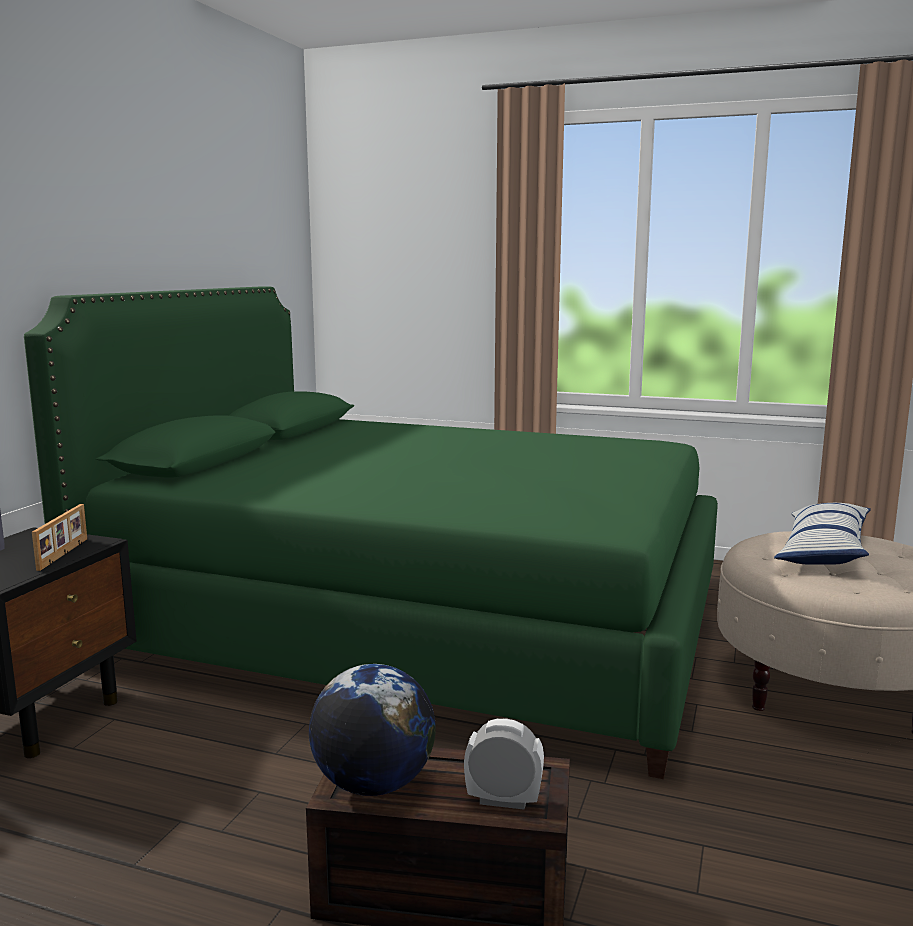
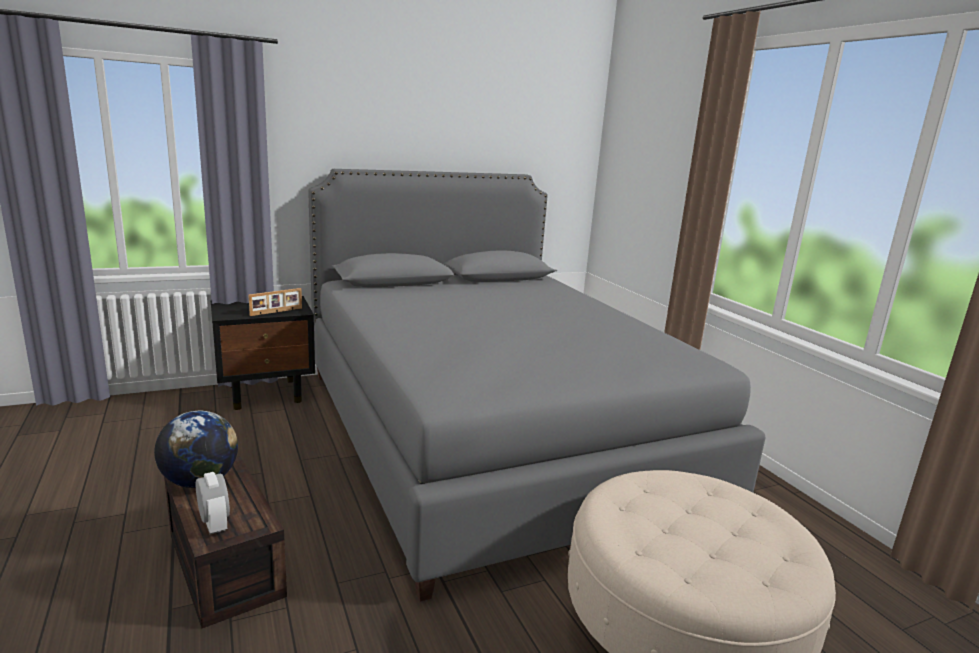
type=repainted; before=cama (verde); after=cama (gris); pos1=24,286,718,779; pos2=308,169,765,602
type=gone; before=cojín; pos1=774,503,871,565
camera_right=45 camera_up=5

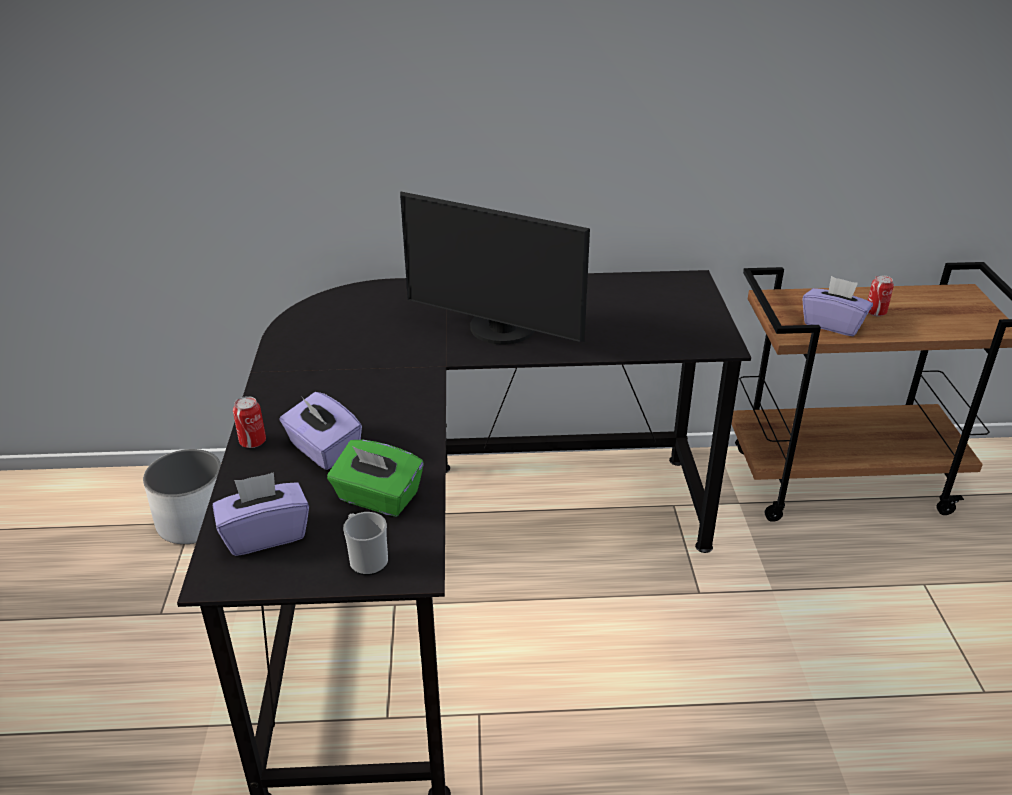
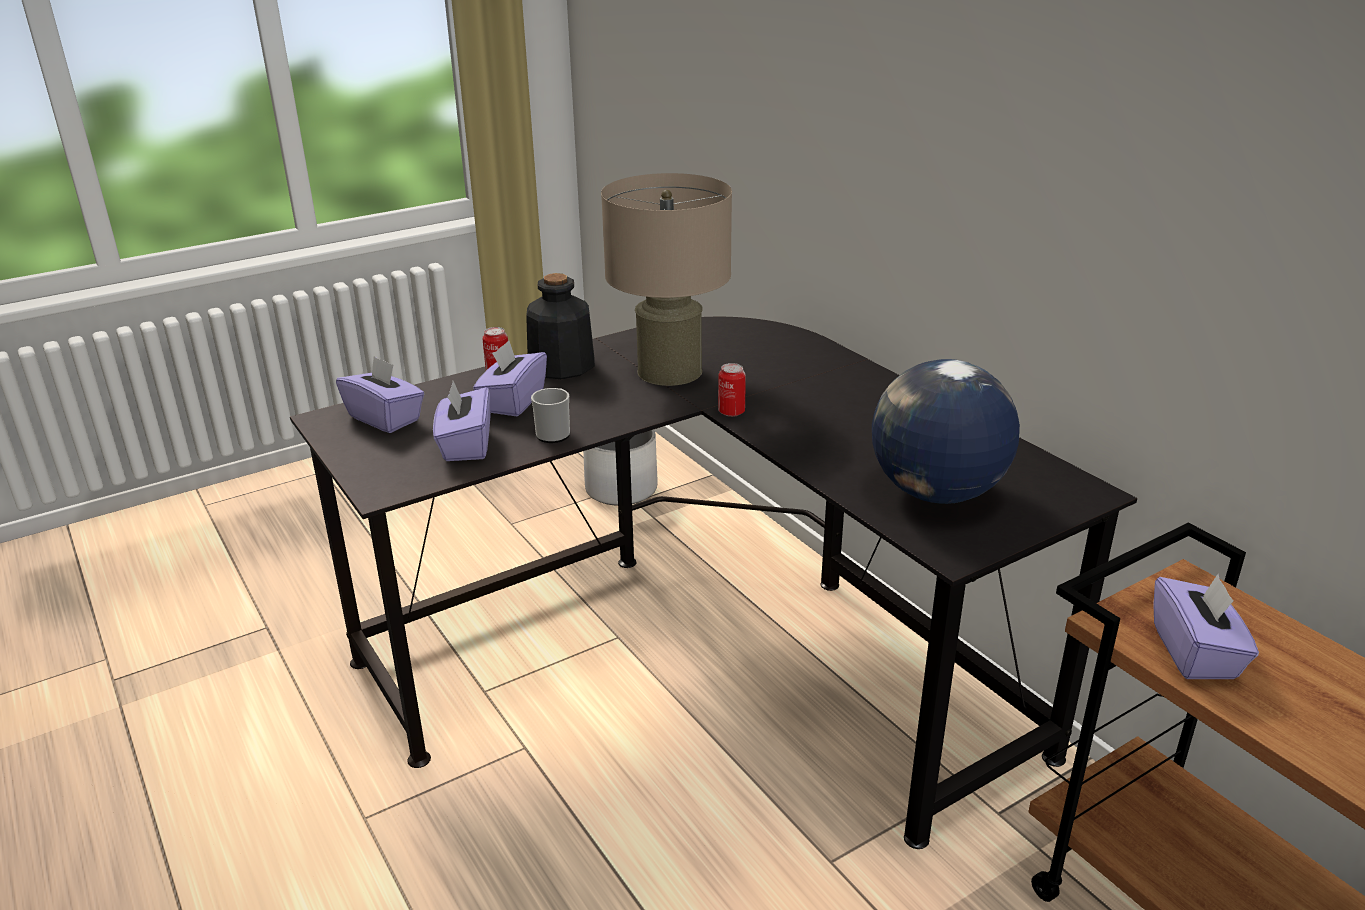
type=repainted; before=caja de pañuelos (verde); after=caja de pañuelos (morado); pos1=327,440,424,517; pos2=433,381,491,461
type=new; after=botella; pos2=526,273,595,379
type=shifted; before=taza grande; pos1=343,512,388,575; pos2=531,388,570,443
type=new; after=lámpara de mesa (beis); pos2=601,173,732,386
type=shifted; before=lata; pos1=867,275,894,316; pos2=718,363,746,417
type=new; after=globo terráqueo; pos2=872,359,1020,504
type=gone; before=monitor; pos1=400,191,590,344
camera_right=60 camera_up=-5

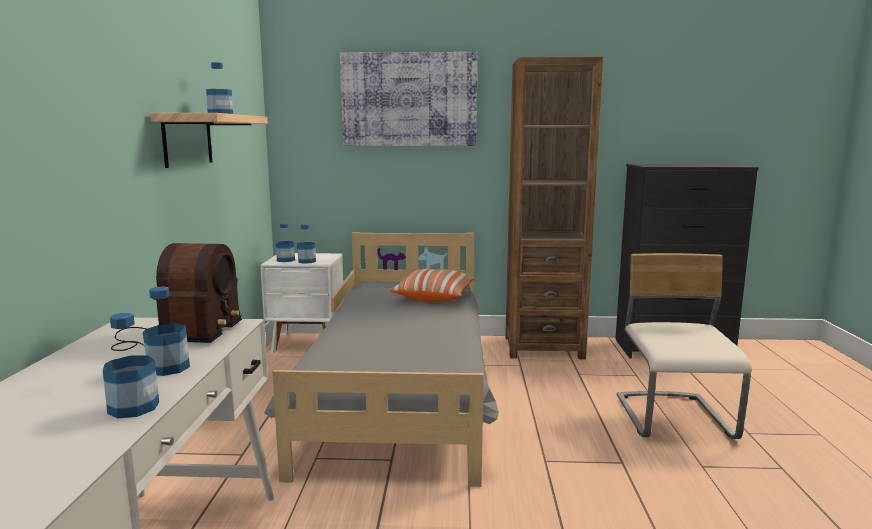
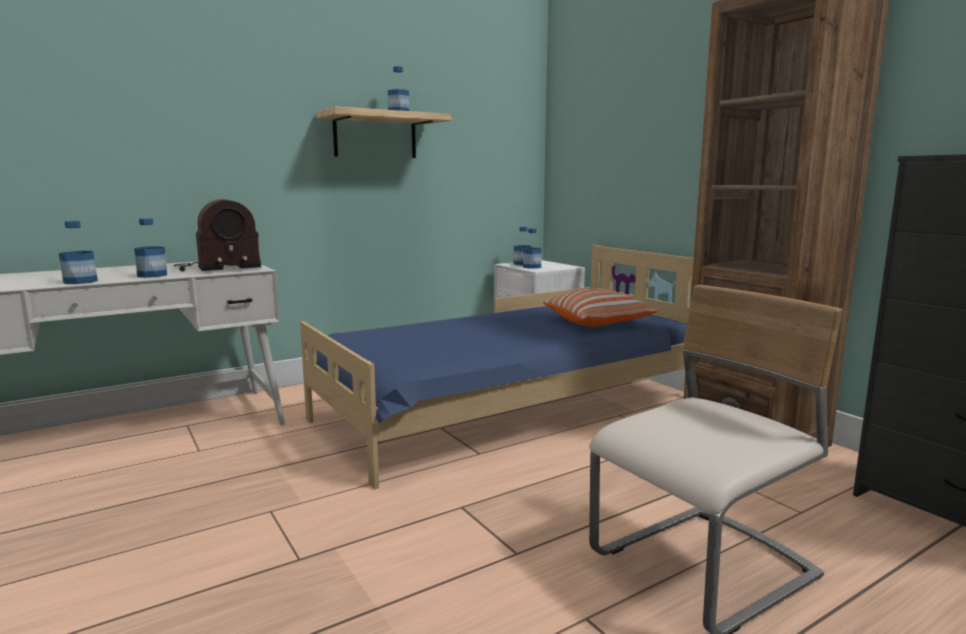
type=repainted; before=cama (gris); after=cama (azul); pos1=264,232,499,487; pos2=300,245,694,489
type=gone; before=cuadro; pos1=340,52,477,146
camera_right=55 camera_up=0

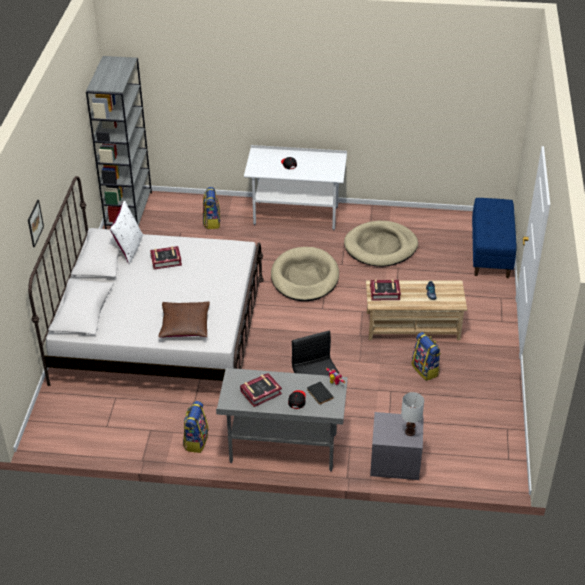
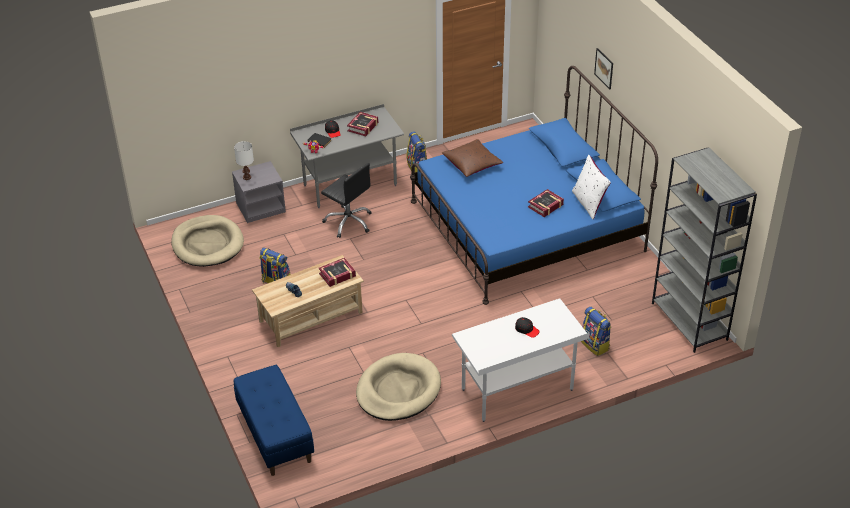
type=shifted; before=cama para perro (beis); pos1=271,247,339,301; pos2=171,215,244,267
type=repainted; before=cama (blanco); after=cama (azul); pos1=28,176,264,386; pos2=410,66,658,305
camera_right=150 camera_up=0

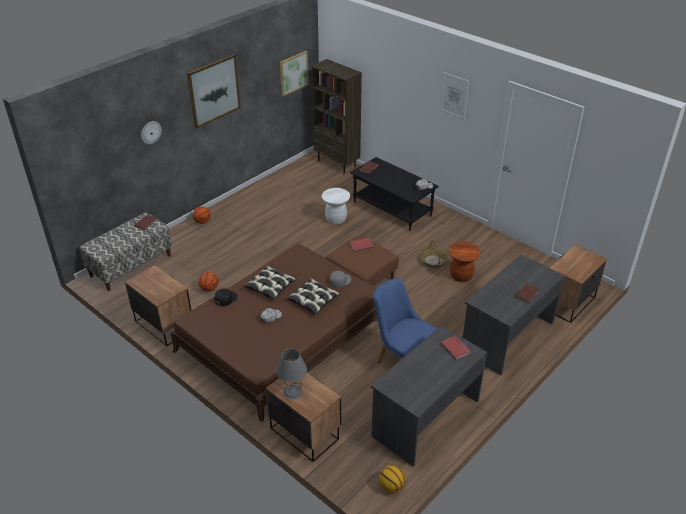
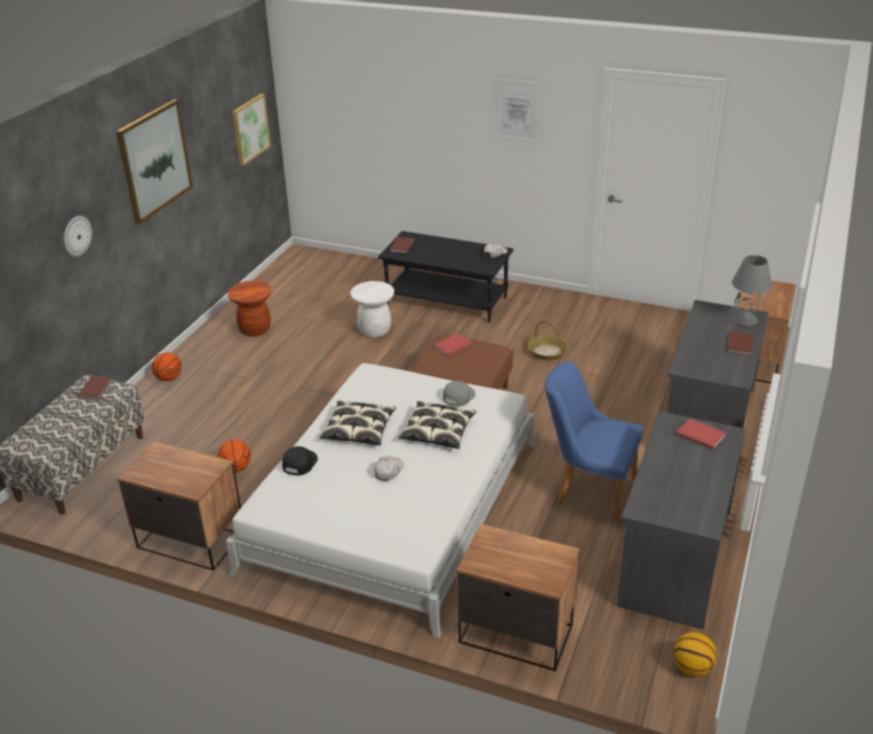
type=repainted; before=cama (marrón); after=cama (blanco); pos1=171,244,377,423; pos2=226,363,536,638
type=shifted; before=taburete (marrón); pos1=449,242,480,282; pos2=228,281,271,337
type=shifted; before=lámpara de mesa (gris); pos1=276,349,307,399; pos2=732,255,772,325
type=gone; before=estantería (marrón); pos1=311,59,362,174
camera_right=-20 camera_up=-5

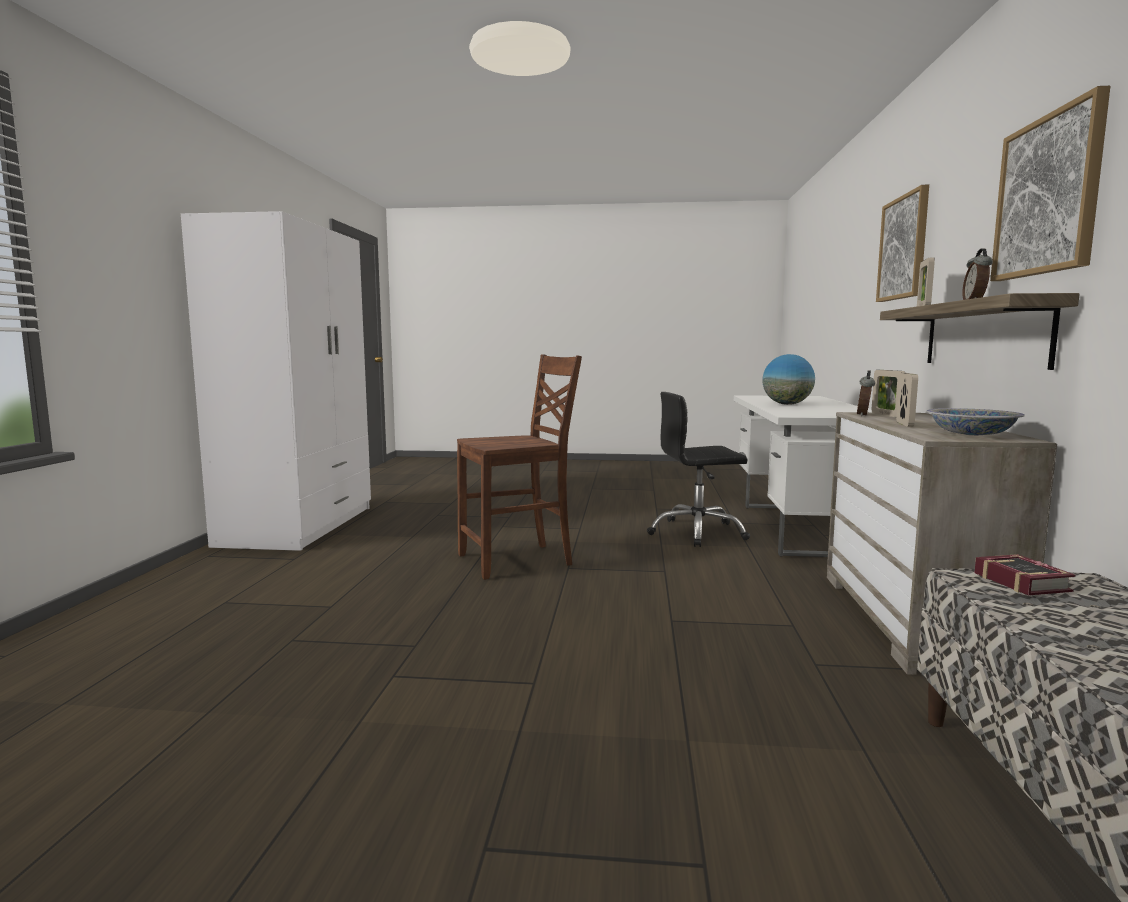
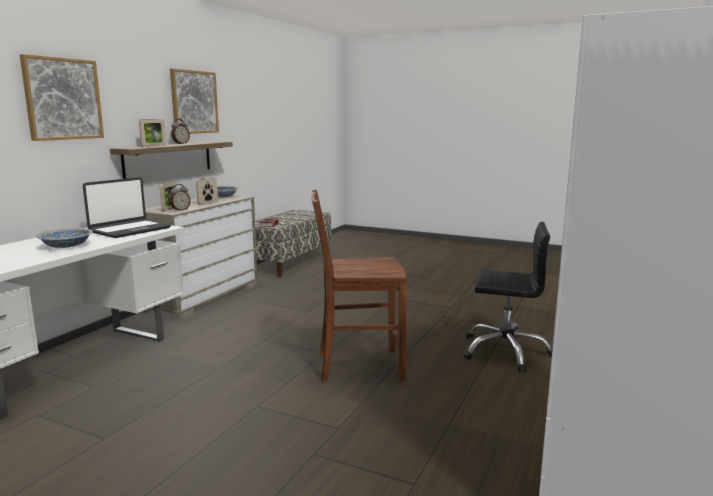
type=swapped; before=globo terráqueo; after=cuenco; pos1=763,354,815,405; pos2=36,228,93,248
type=new; after=portátil; pos2=83,177,171,238
type=shifted; before=silla de oficina (negro); pos1=647,392,750,547; pos2=464,222,552,372
camera_right=-160 camera_up=5

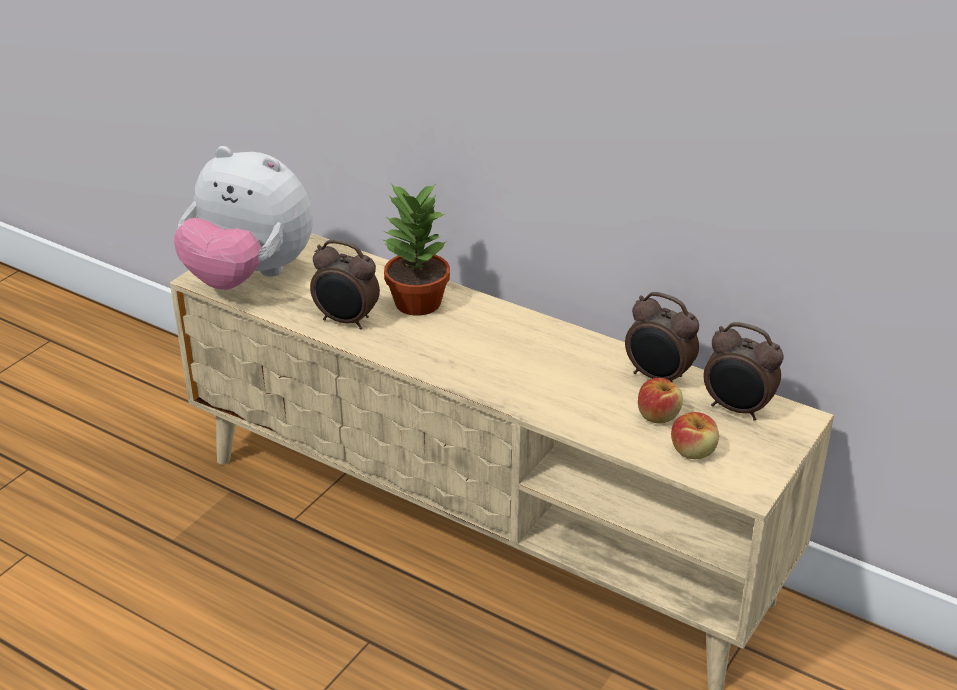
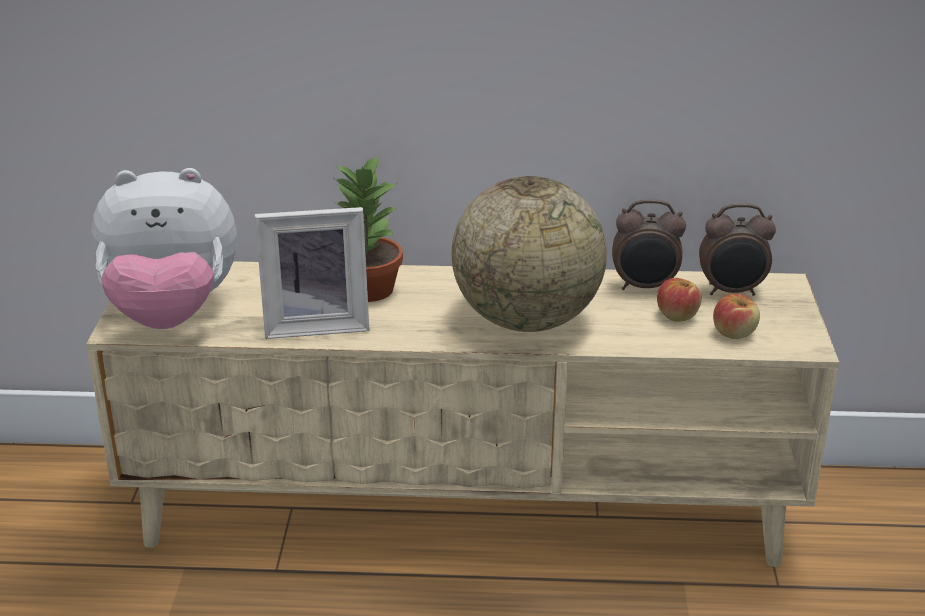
type=swapped; before=despertador; after=portarretratos; pos1=310,239,380,329; pos2=255,207,369,339
type=new; after=globo terráqueo; pos2=452,176,607,332
camera_right=-30 camera_up=-5

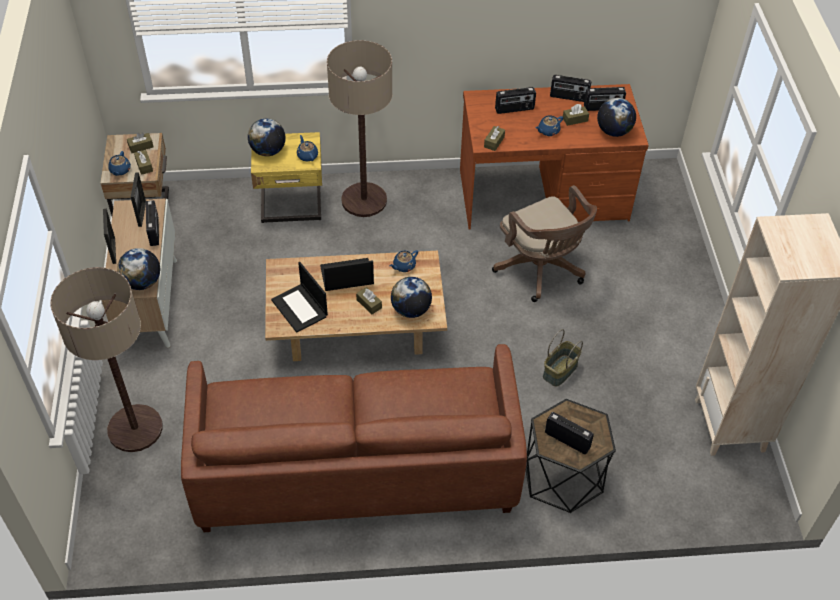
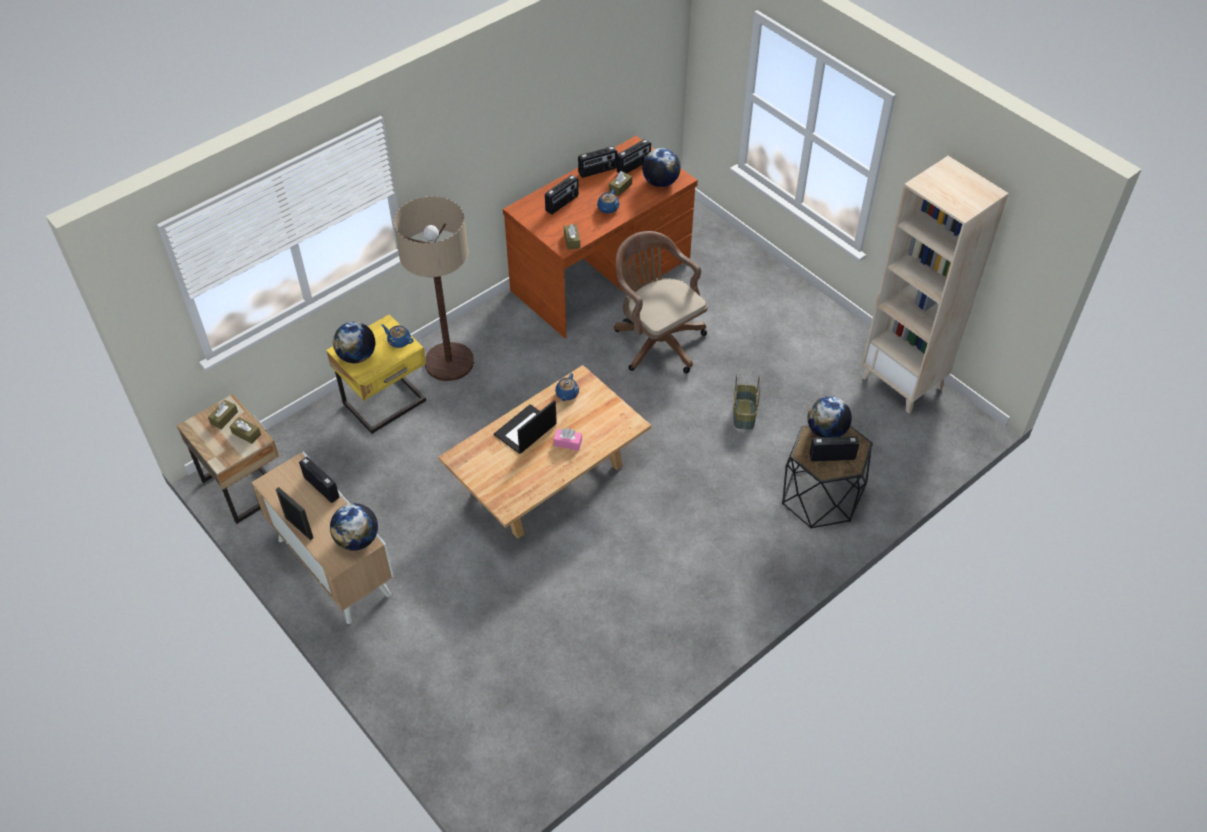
type=repainted; before=caja de pañuelos (marrón); after=caja de pañuelos (rosa); pos1=356,287,382,314; pos2=553,428,582,451
type=rotated; before=silla de oficina (marrón); pos1=492,185,597,302; pos2=614,231,708,373; turn=-150
type=shifted; before=globo terráqueo; pos1=391,277,432,318; pos2=808,396,852,438
type=gone; before=lámpara de pie; pos1=50,267,163,452
type=gone; before=tetera (azul); pos1=108,151,131,176
type=gone; before=portarretratos; pos1=131,172,146,227
type=gone; before=sofá (marrón); pos1=181,344,527,532
type=gone; before=portátil; pos1=271,262,328,333
camera_right=-35 camera_up=0

